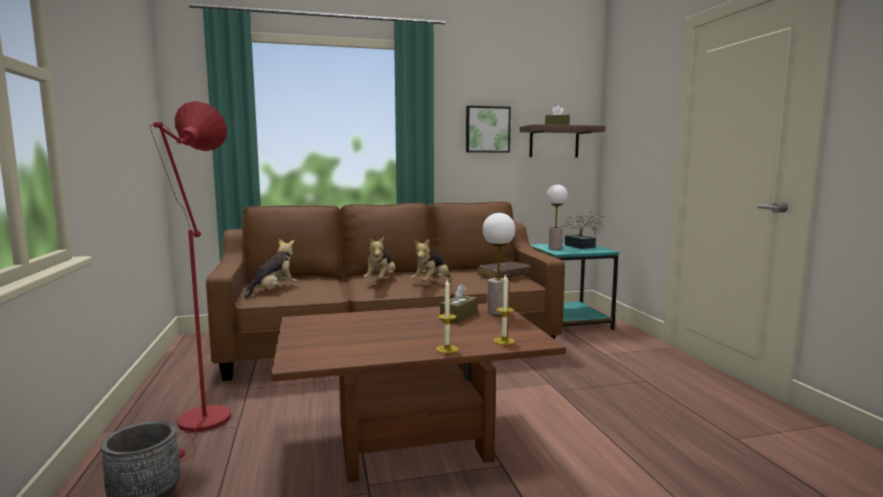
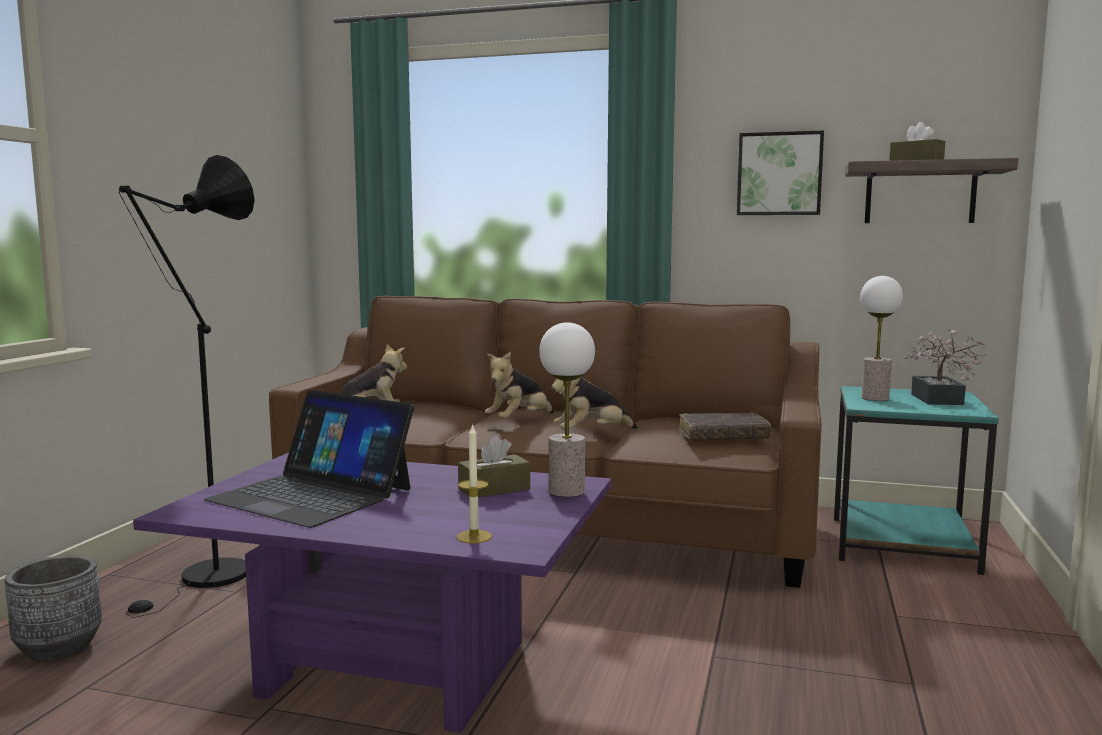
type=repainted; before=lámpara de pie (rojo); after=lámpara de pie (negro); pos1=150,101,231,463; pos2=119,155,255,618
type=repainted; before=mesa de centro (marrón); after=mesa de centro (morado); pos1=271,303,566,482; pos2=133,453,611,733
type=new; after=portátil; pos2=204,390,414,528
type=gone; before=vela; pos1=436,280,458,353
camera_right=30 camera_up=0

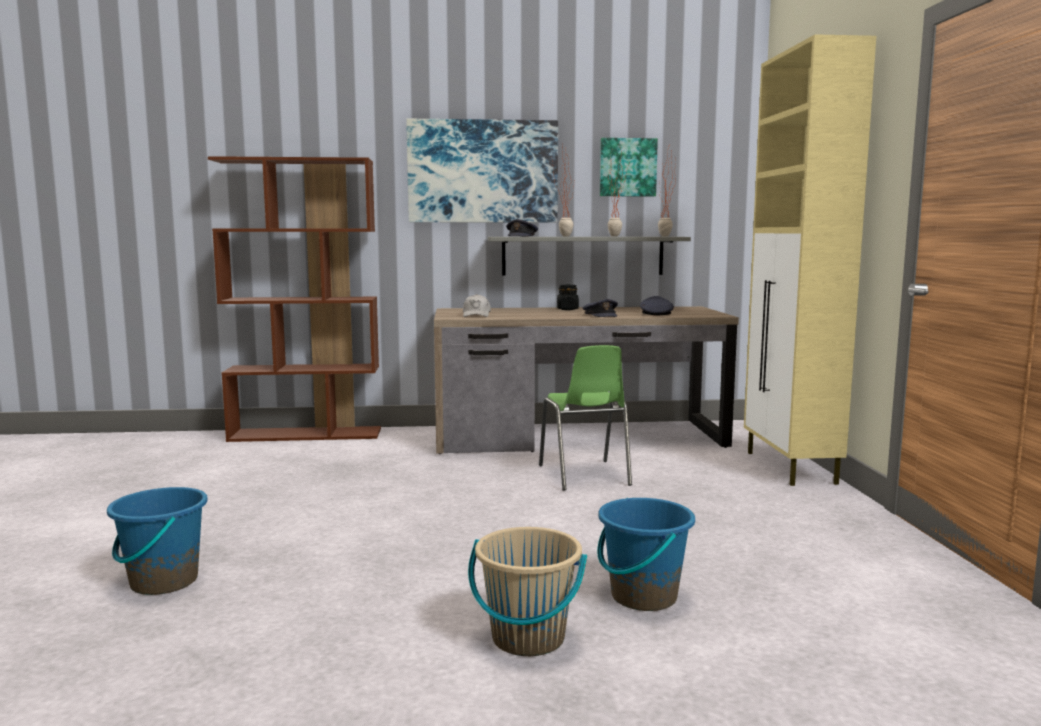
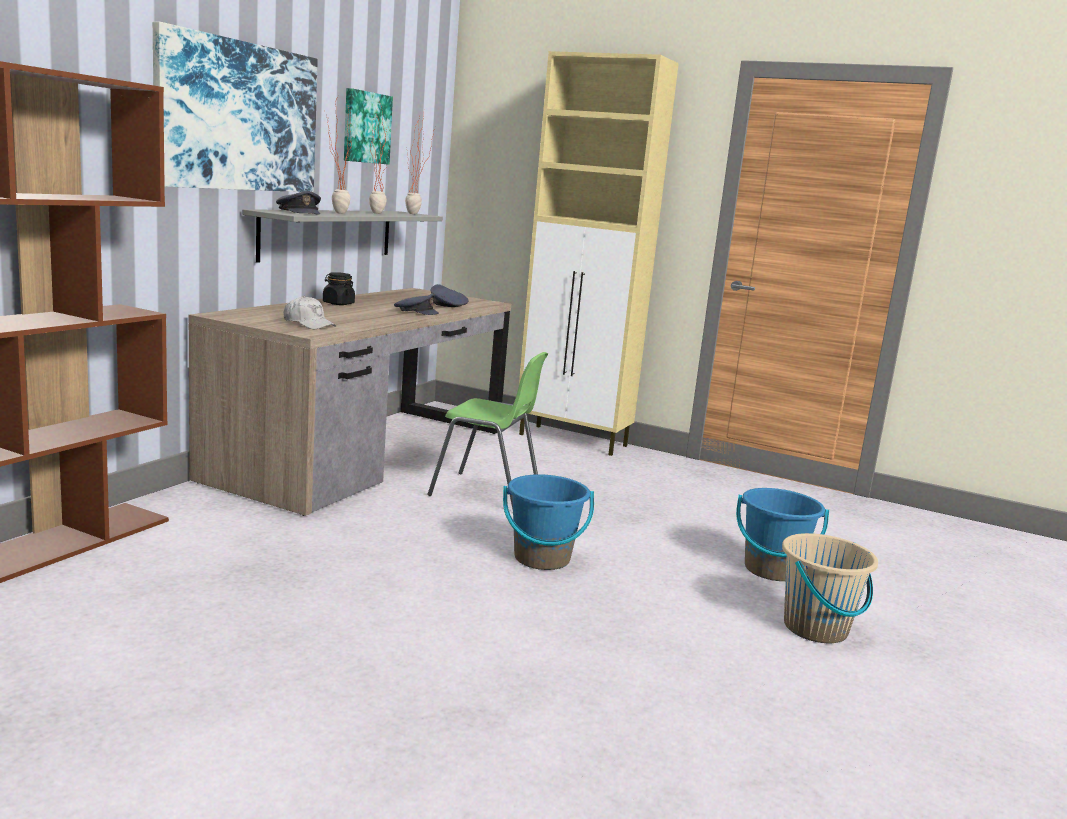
type=shifted; before=cubo (azul); pos1=107,487,208,595; pos2=503,474,594,570
camera_right=-60 camera_up=5

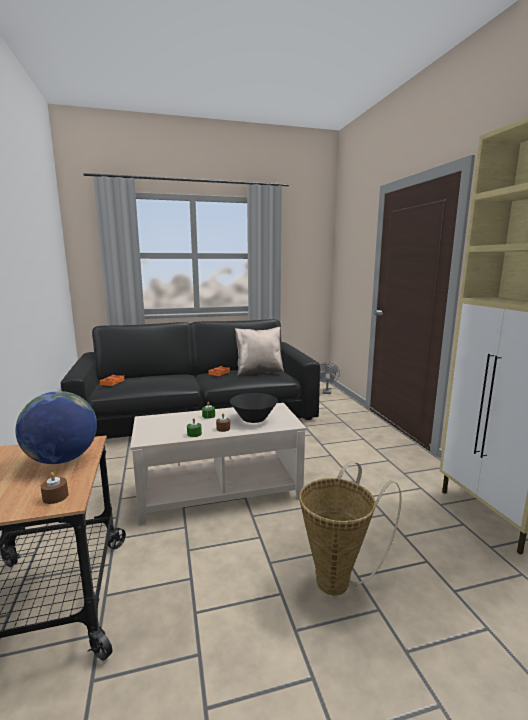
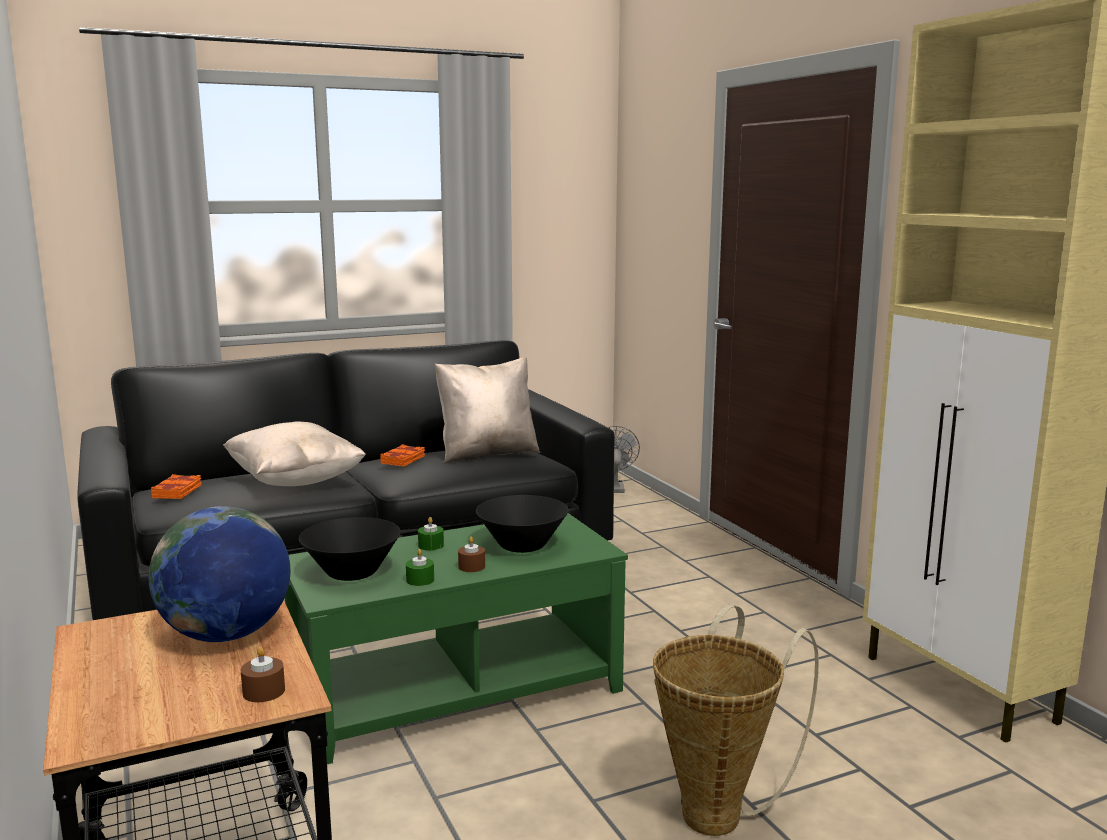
type=new; after=cojín (beis); pos2=223,422,366,486
type=repainted; before=mesa de centro (beis); after=mesa de centro (verde); pos1=130,403,307,525; pos2=285,513,628,764
type=new; after=cuenco (negro); pos2=299,517,401,581
camera_right=-10 camera_up=0

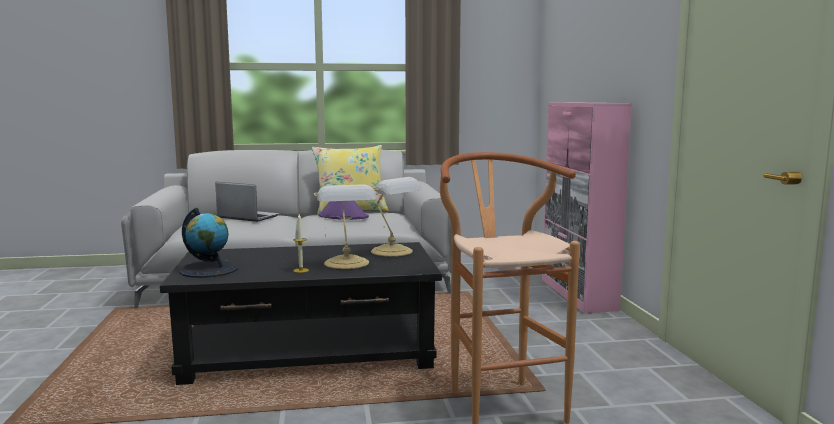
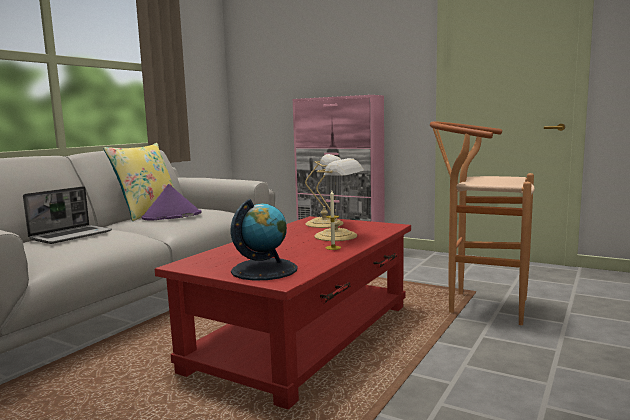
type=rotated; before=portátil; pos1=215,182,280,222; pos2=23,186,112,244; turn=150
type=repainted; before=mesa de centro (negro); after=mesa de centro (rojo); pos1=160,242,442,385; pos2=155,216,411,410
camera_right=-50 camera_up=0

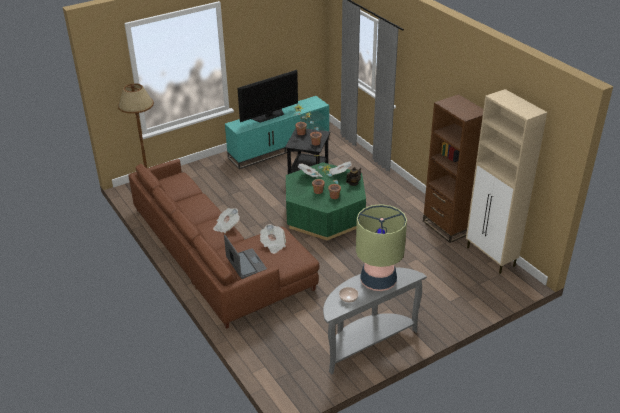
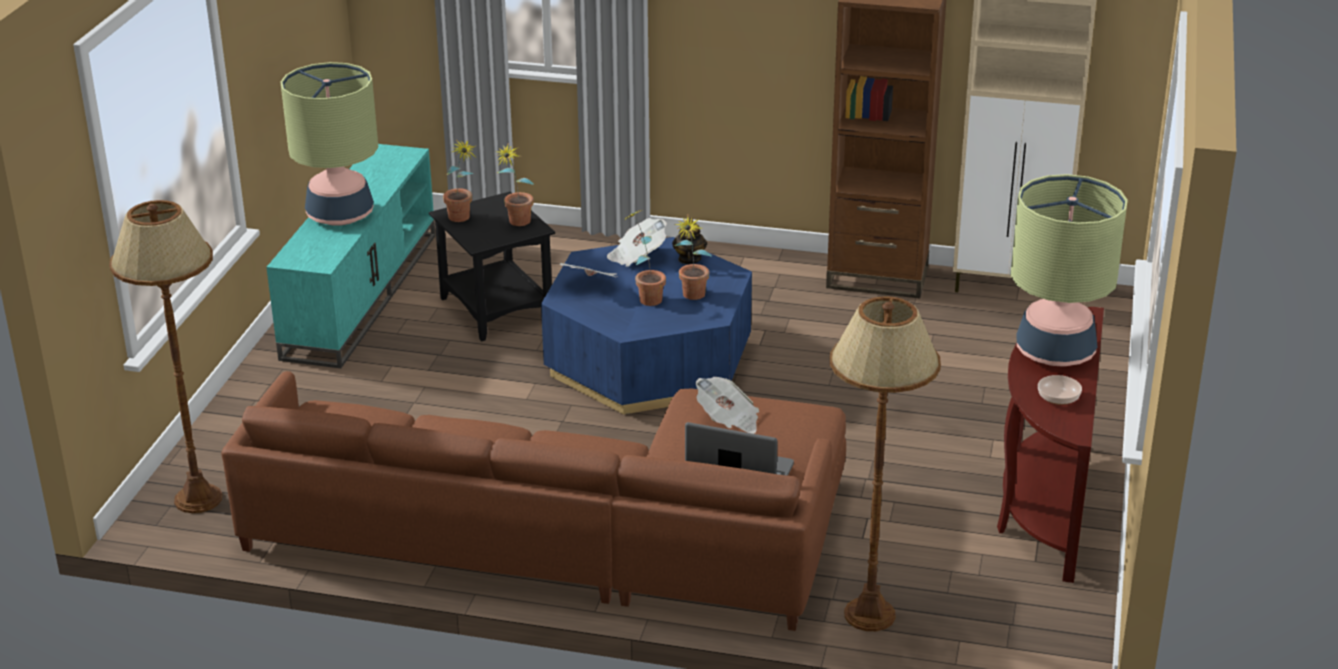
type=swapped; before=televisor; after=lámpara de mesa; pos1=237,70,298,123; pos2=280,62,378,225
type=repainted; before=mesa de centro (verde); after=mesa de centro (azul); pos1=286,162,366,240; pos2=541,237,752,414
type=new; after=lámpara de pie (marrón); pos2=830,296,941,631
type=repainted; before=mesa consola (gris); after=mesa consola (marrón); pos1=323,267,427,375; pos2=997,307,1104,583
type=gone; before=periódico; pos1=213,208,240,233
camera_right=-45 camera_up=-5

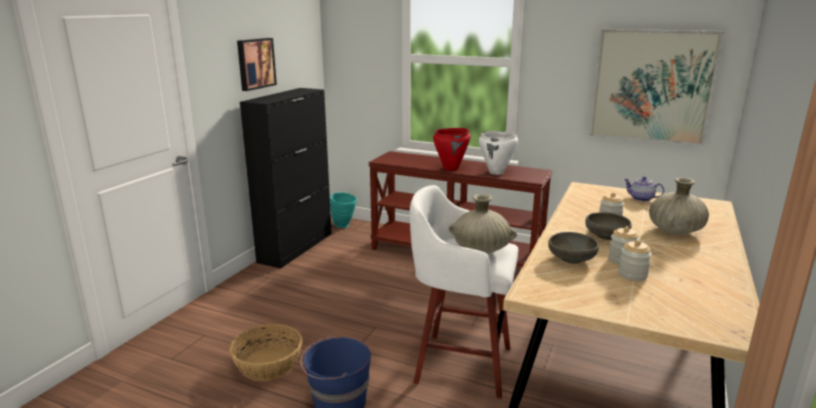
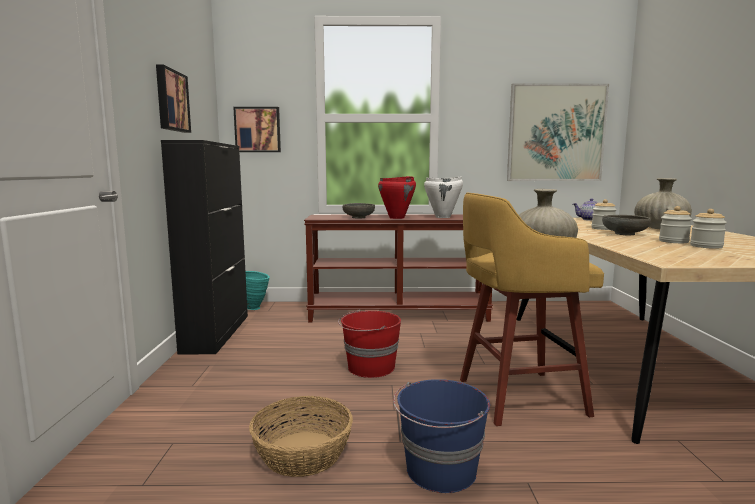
type=new; after=cuadro; pos2=233,107,281,152
type=new; after=cubo (rojo); pos2=338,310,401,378
type=shifted; before=cuenco (gris); pos1=548,232,599,264; pos2=343,203,375,218
type=repainted; before=taburete (blanco); after=taburete (amarillo); pos1=410,185,518,399; pos2=460,193,604,426
camera_right=-25 camera_up=-10

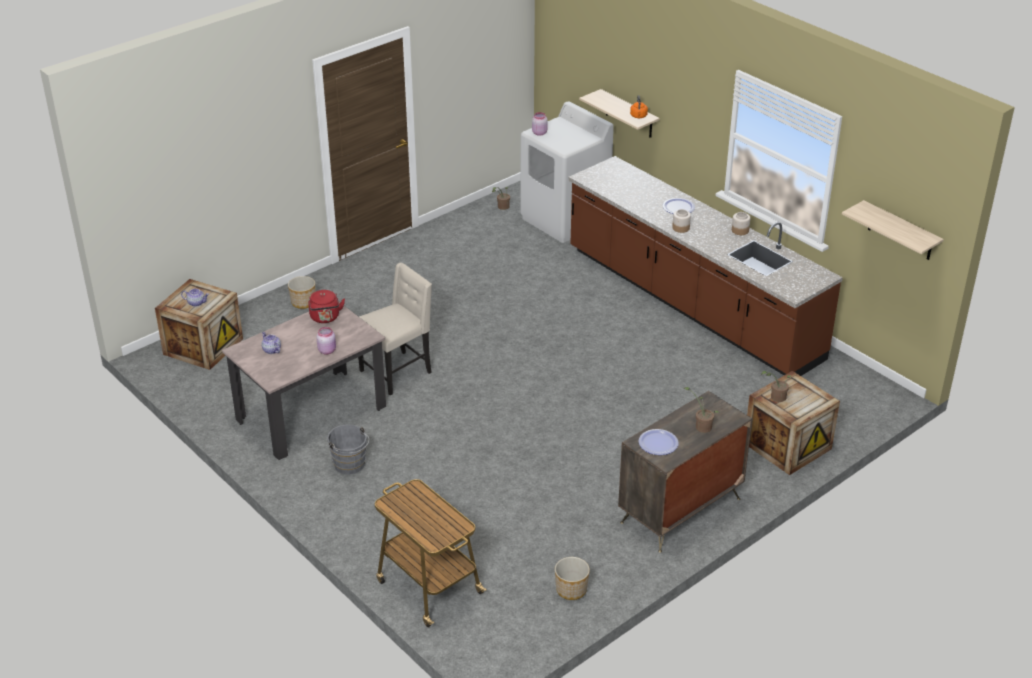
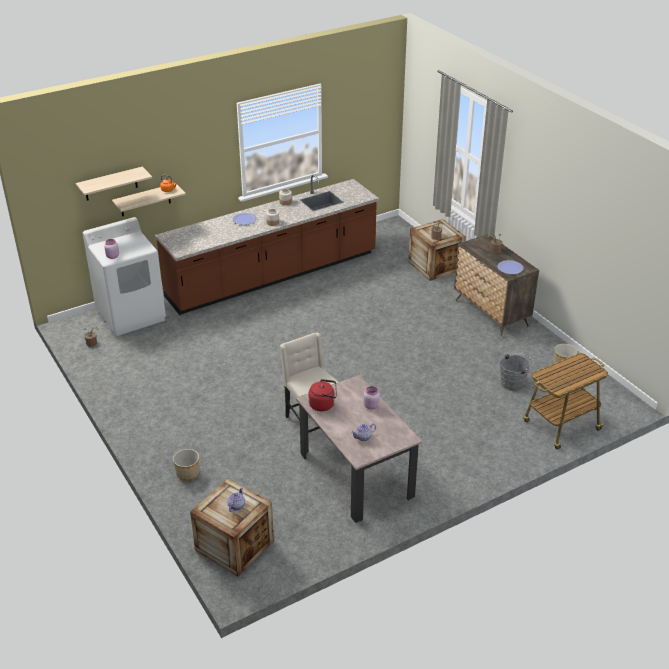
type=shifted; before=estante; pos1=842,200,944,260; pos2=76,167,152,201
type=shifted; before=cubo (gris); pos1=327,424,369,475; pos2=500,353,534,391
camera_right=-80 camera_up=0

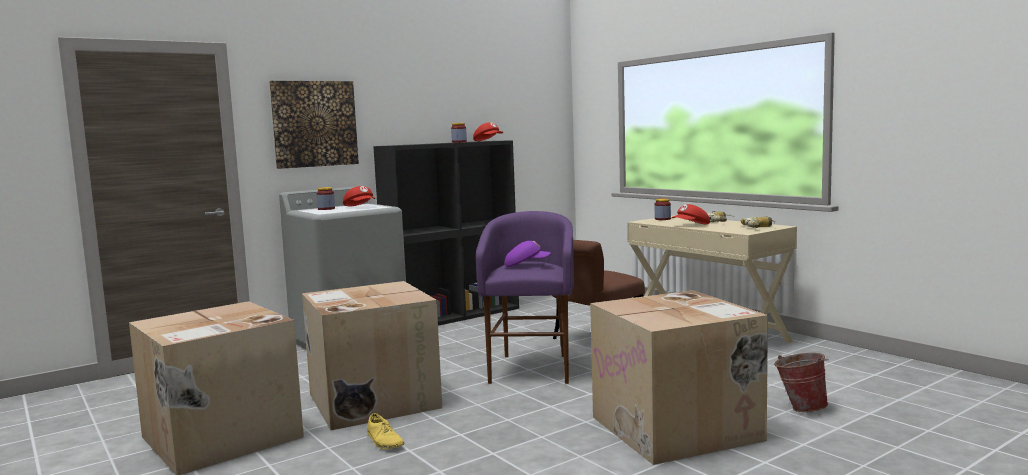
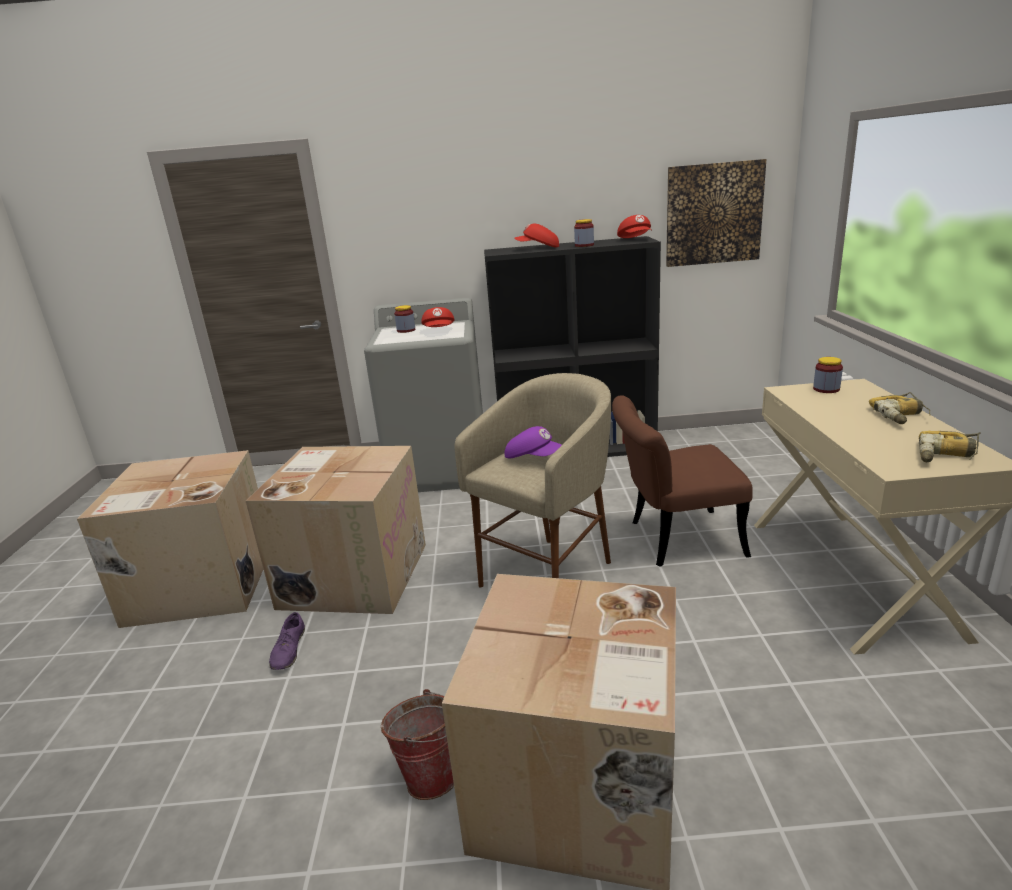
type=repainted; before=zapato (amarillo); after=zapato (morado); pos1=367,413,404,449; pos2=269,612,305,670
type=shifted; before=cubo; pos1=774,353,829,412; pos2=381,689,454,800
type=repainted; before=taburete (morado); after=taburete (beis); pos1=476,211,574,384; pos2=455,373,611,588
type=shifted; before=gorra (rojo); pos1=672,204,710,224; pos2=514,224,559,248
type=shifted; before=cuadro; pos1=269,81,359,169; pos2=666,159,766,267
camera_right=35 camera_up=15

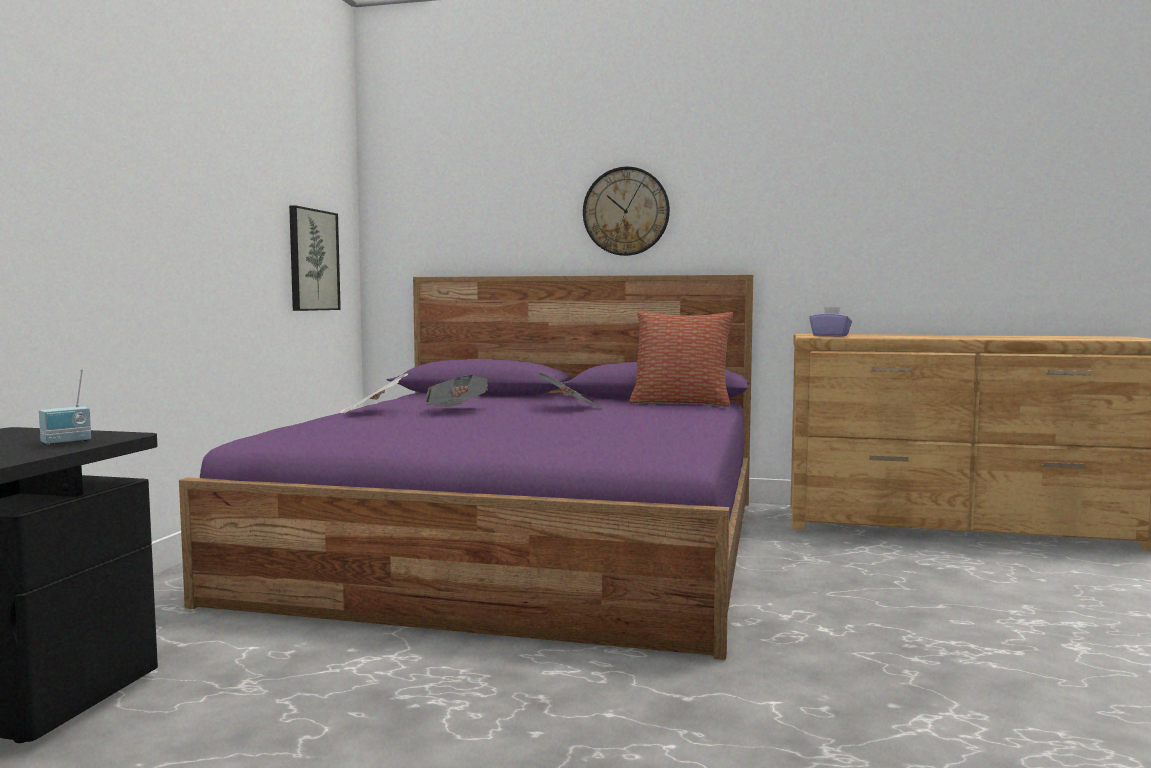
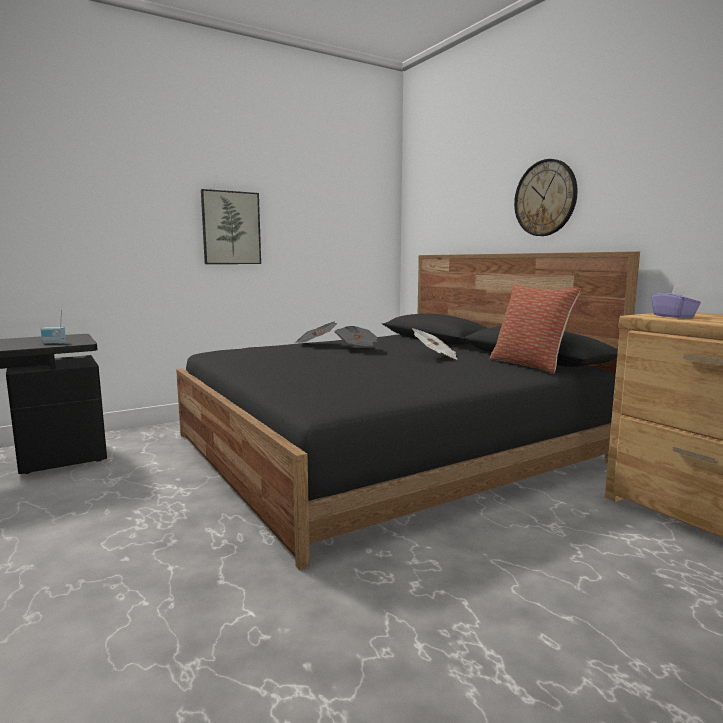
type=repainted; before=cama (morado); after=cama (negro); pos1=179,275,753,660; pos2=176,251,640,570
type=shifted; before=cuadro; pos1=289,205,341,311; pos2=201,189,261,264
camera_right=45 camera_up=5

